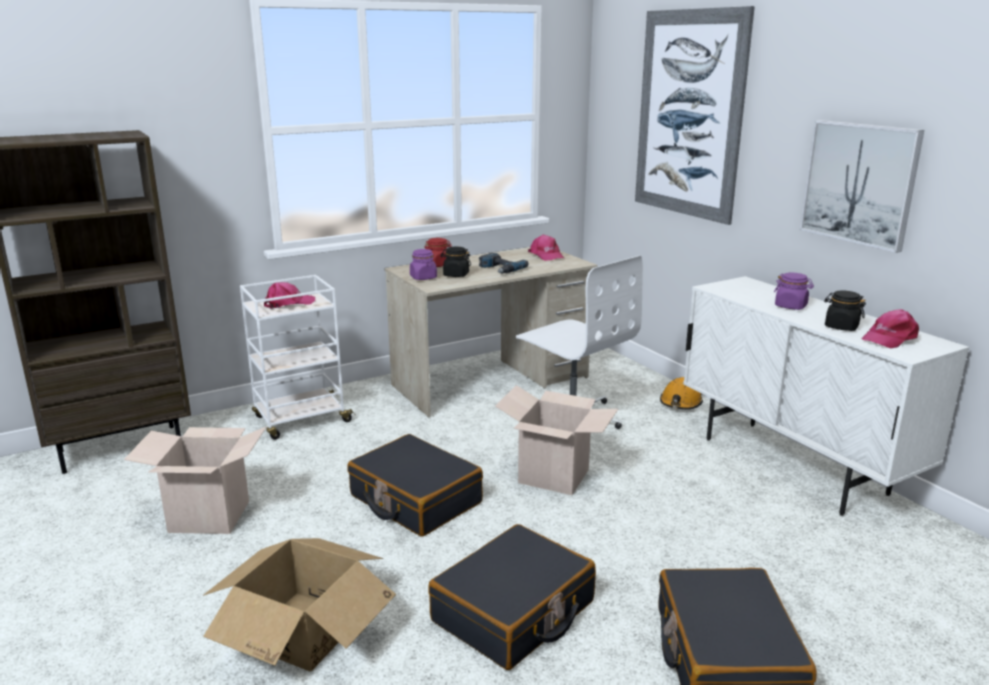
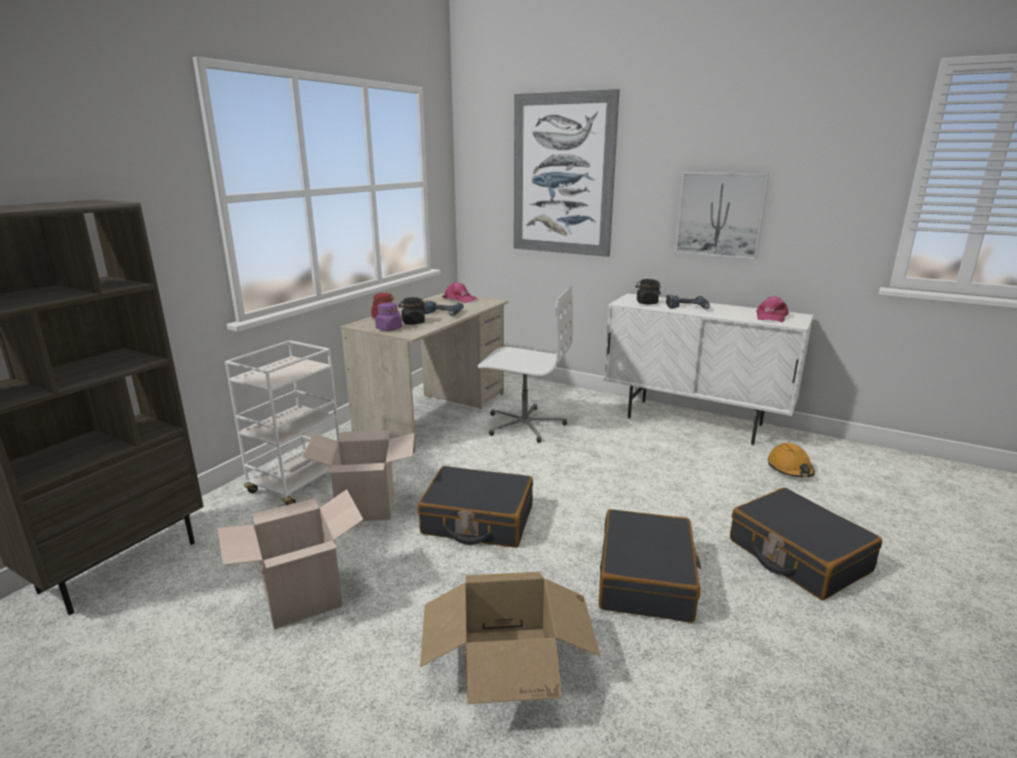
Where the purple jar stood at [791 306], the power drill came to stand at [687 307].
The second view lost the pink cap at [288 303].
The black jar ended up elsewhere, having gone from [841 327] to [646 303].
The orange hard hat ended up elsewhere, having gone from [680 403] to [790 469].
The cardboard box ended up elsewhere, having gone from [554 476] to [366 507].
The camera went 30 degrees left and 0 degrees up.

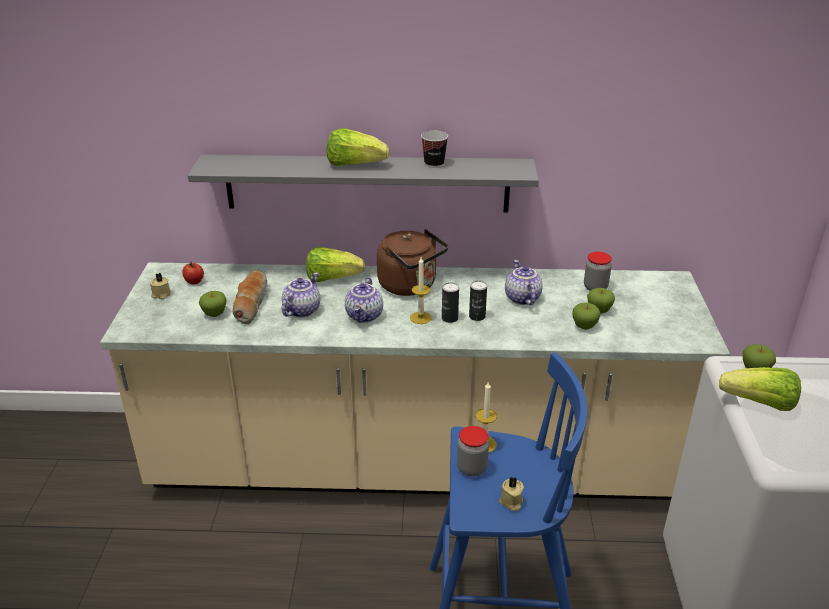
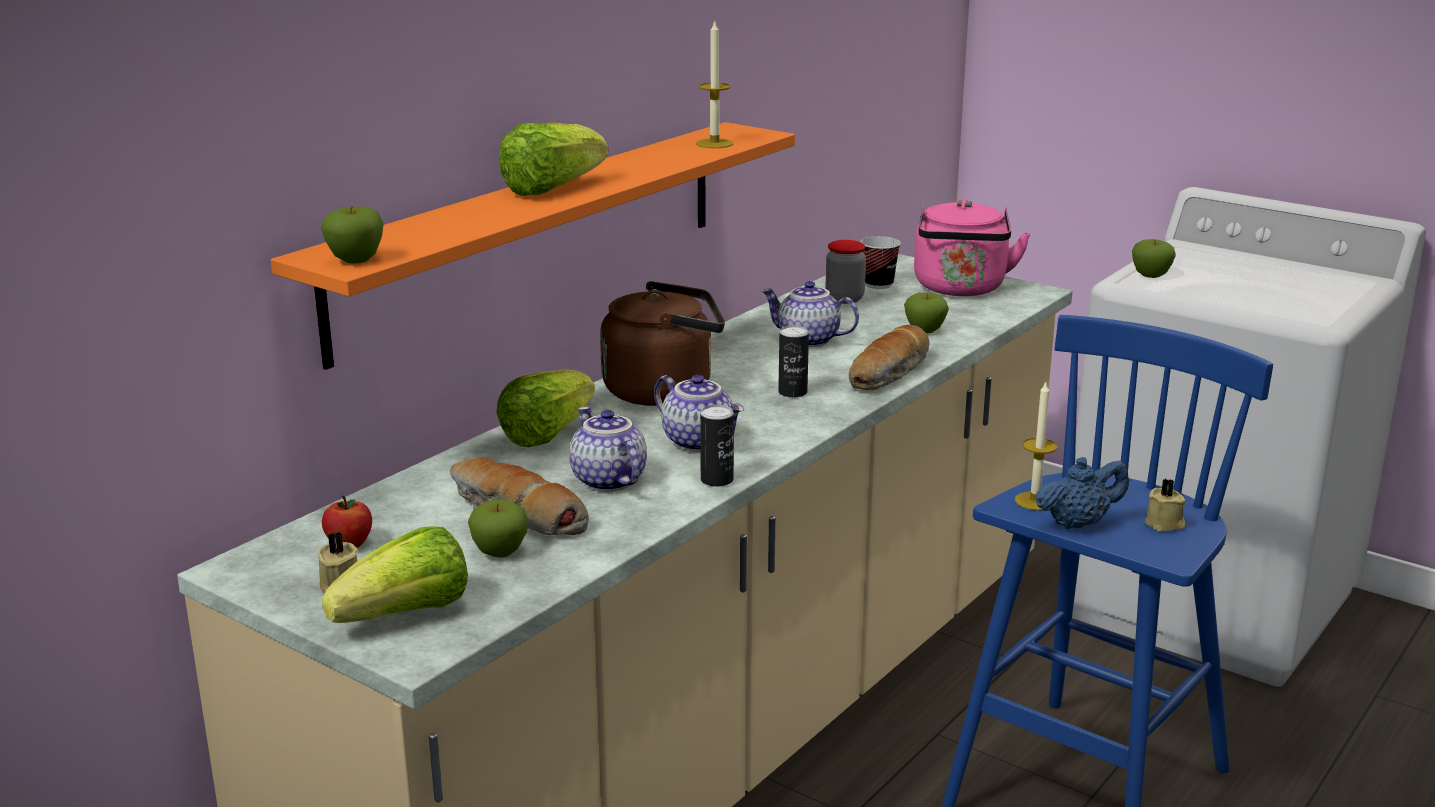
The cup ended up elsewhere, having gone from [434 164] to [878 284].
What was the grey shelf at [367 183] turned into the orange shelf at [535 234].
The candle ended up elsewhere, having gone from [420 318] to [714 143].
The can ended up elsewhere, having gone from [477 316] to [717 480].
The apple ended up elsewhere, having gone from [599 311] to [355 260].
The lettuce ended up elsewhere, having gone from [759 404] to [406 615].
Where the jar stood at [472 468], the blue teapot came to stand at [1078 523].
The second view gained the pink kettle at [960 289].
The second view gained the bread at [890 374].
The camera went 55 degrees left and 10 degrees down.

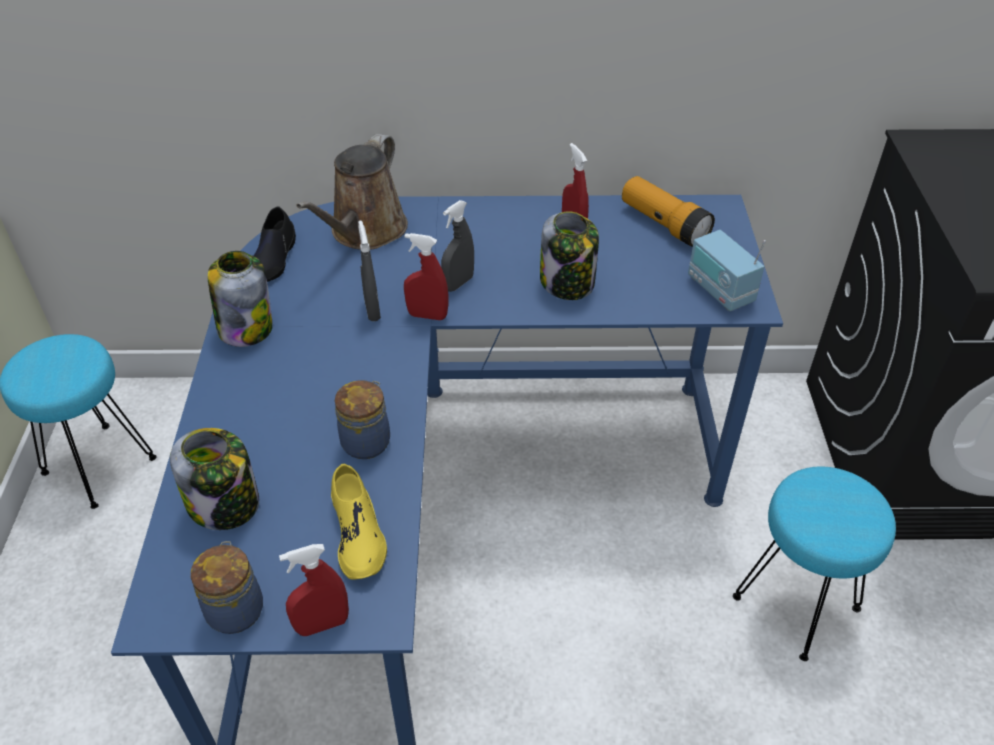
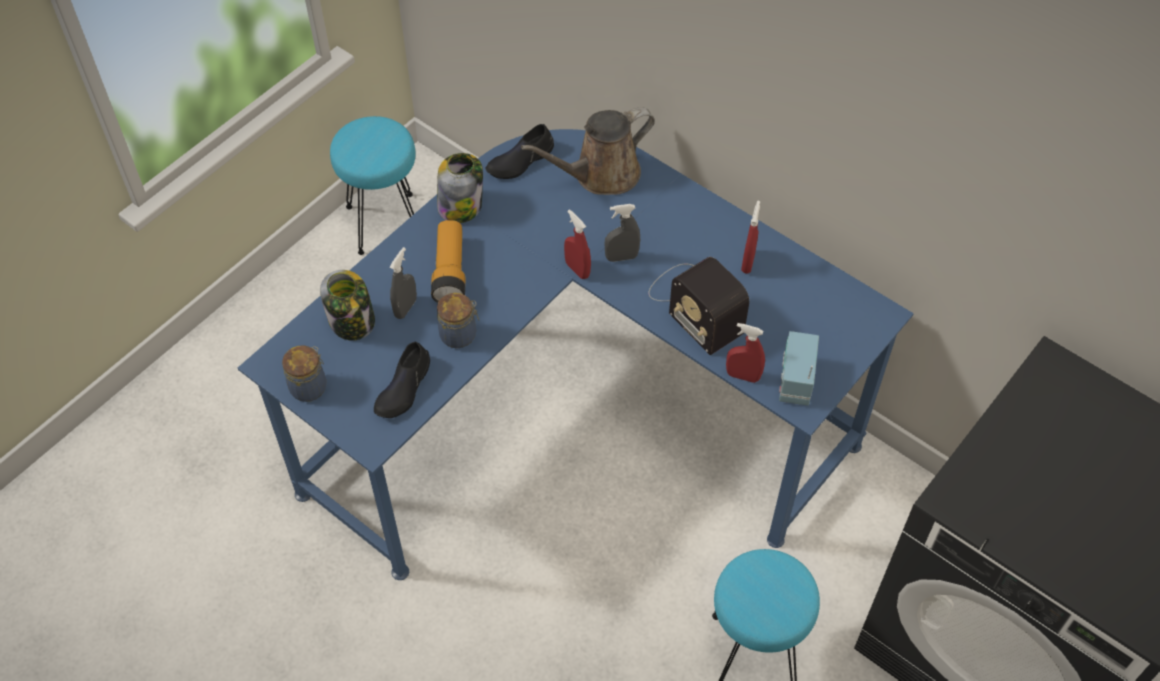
The flashlight ended up elsewhere, having gone from [663 224] to [450 271].
Where the jar stood at [568 283], the radio came to stand at [695 305].
The grey spray bottle ended up elsewhere, having gone from [372 310] to [405 308].
What was the yellow shoe at [358 533] turned into the black shoe at [403 388].
The red spray bottle ended up elsewhere, having gone from [322 624] to [742 376].
The camera went 40 degrees right and 10 degrees up.

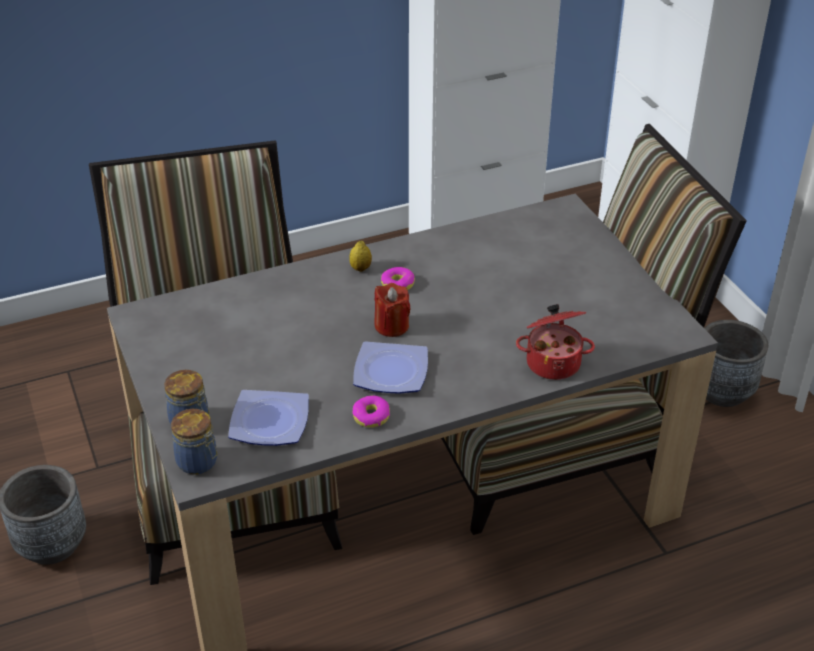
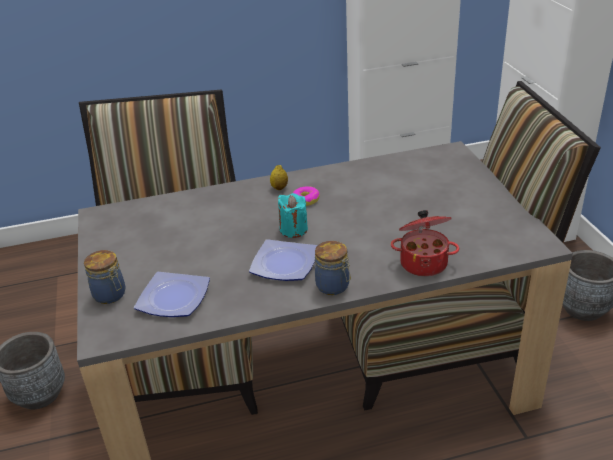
What was the red candle at [391 326] turned into the turquoise candle at [293 229].
The second view lost the donut at [371 416].
The jar ended up elsewhere, having gone from [198 462] to [333 286].
The camera went 10 degrees right and 5 degrees down.

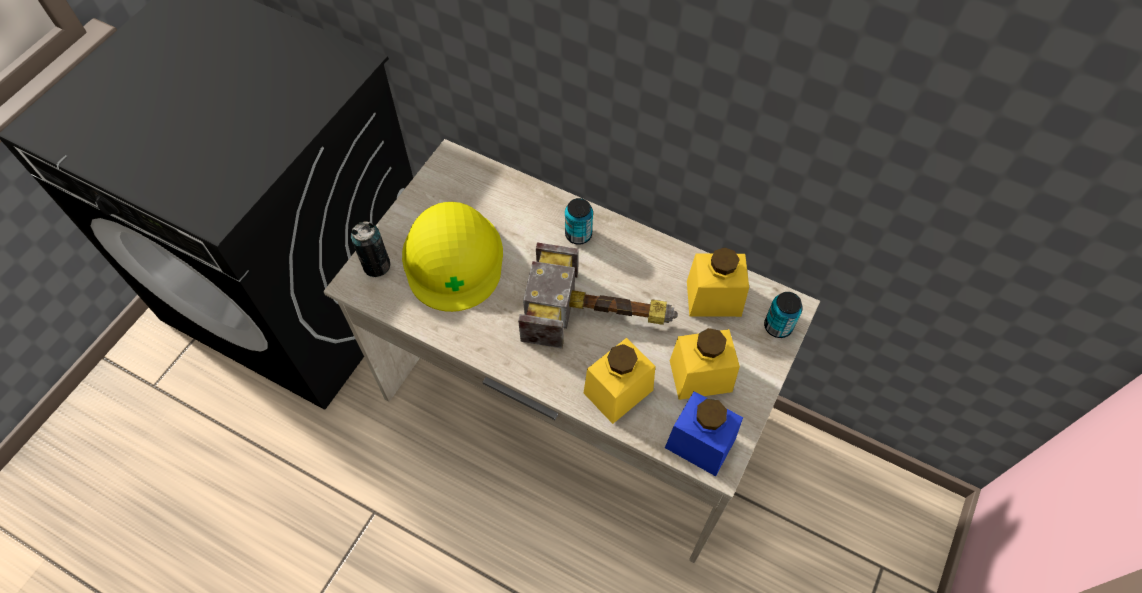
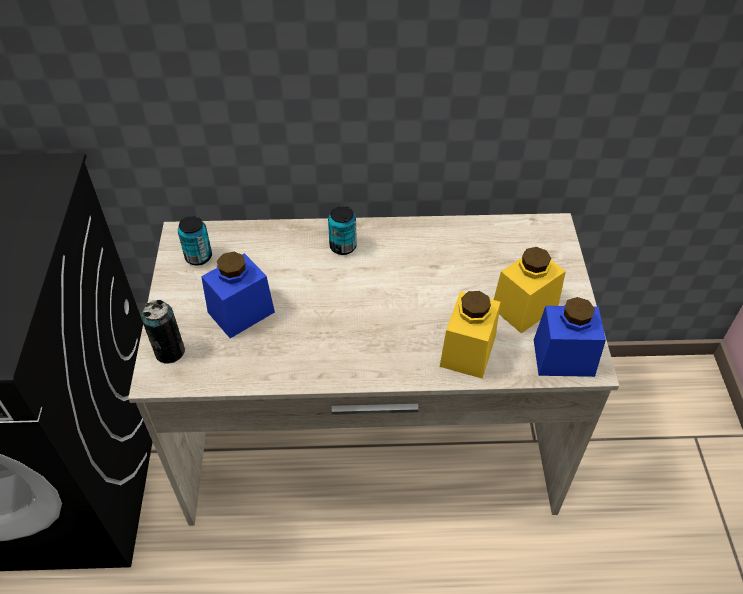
Where the yellow hard hat stood at [453 257], the blue jar came to stand at [241 312].
The second view lost the hammer at [601 314].
The second view lost the yellow jar at [713 298].
The can ended up elsewhere, having gone from [778 326] to [198 257].
The camera went 30 degrees left and 10 degrees down.

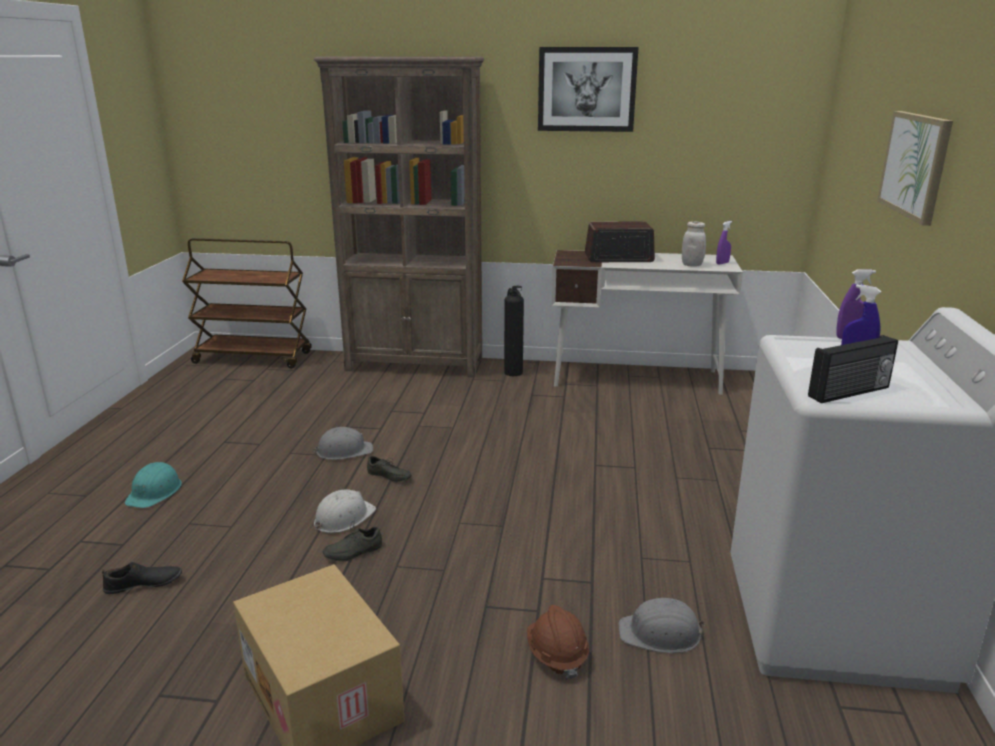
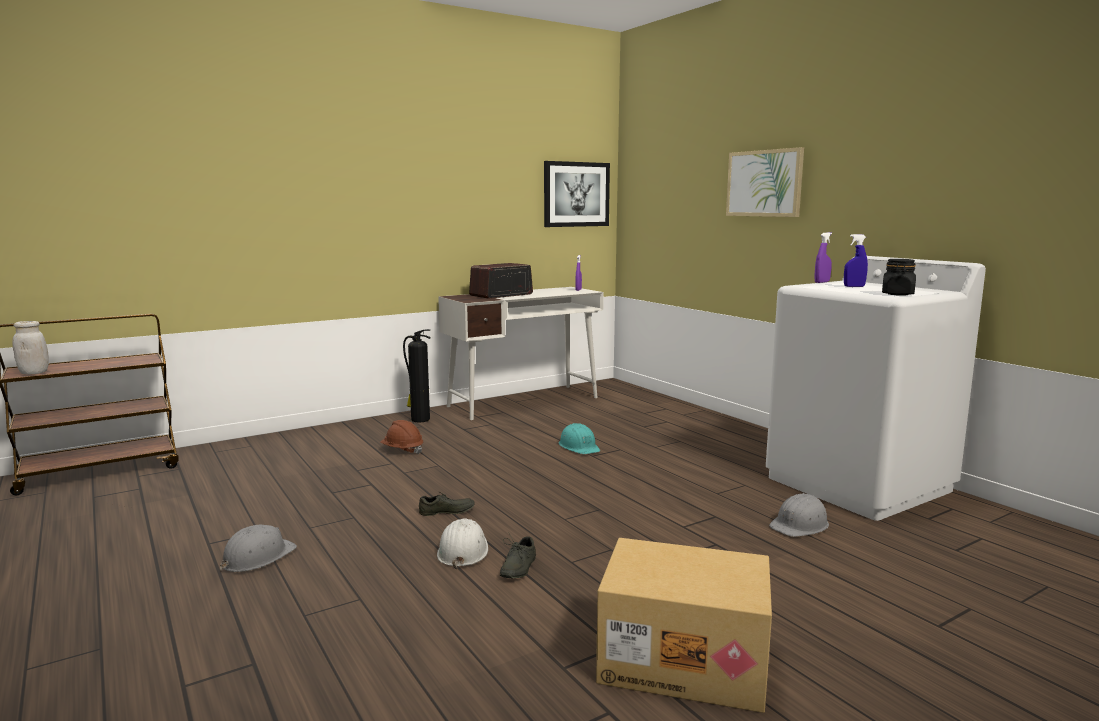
The picture ended up elsewhere, having gone from [586 89] to [576 194].
The second view lost the brown bookcase at [415 364].
The white jar ended up elsewhere, having gone from [692 265] to [34 373].
Where the radio stood at [850 392], the black jar came to stand at [897 294].
The grey hard hat ended up elsewhere, having gone from [344 451] to [257 557].
The turquoise hard hat ended up elsewhere, having gone from [155 492] to [579 447].
The second view lost the black shoe at [144 584].
The brown hard hat ended up elsewhere, having gone from [556 655] to [402 450].
The camera went 40 degrees left and 10 degrees down.

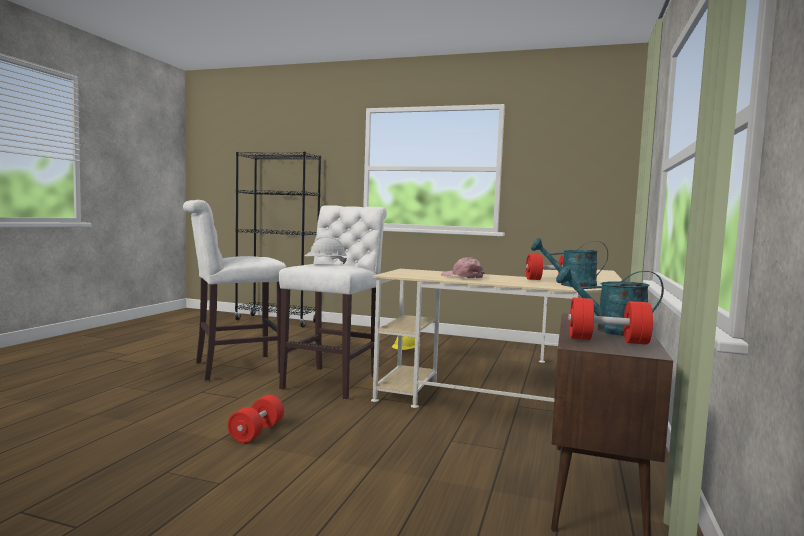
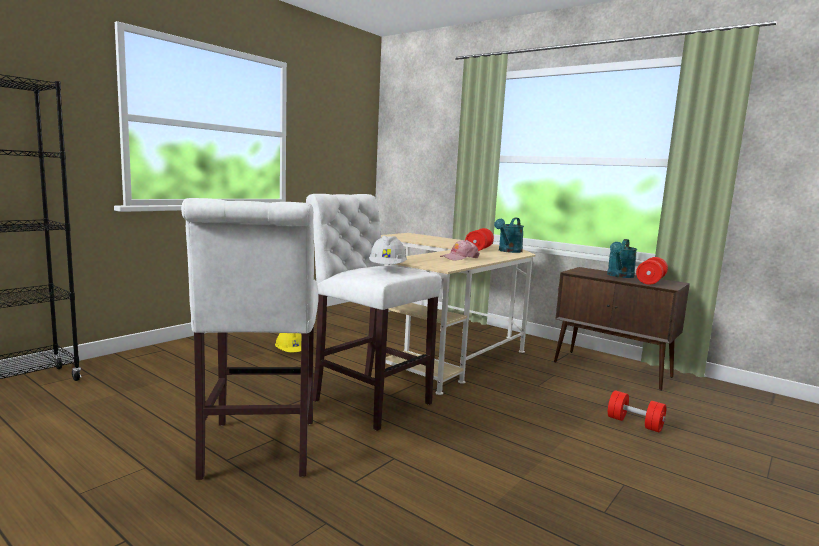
The red dumbbell ended up elsewhere, having gone from [256 432] to [634 423].
The camera went 70 degrees left and 5 degrees up.

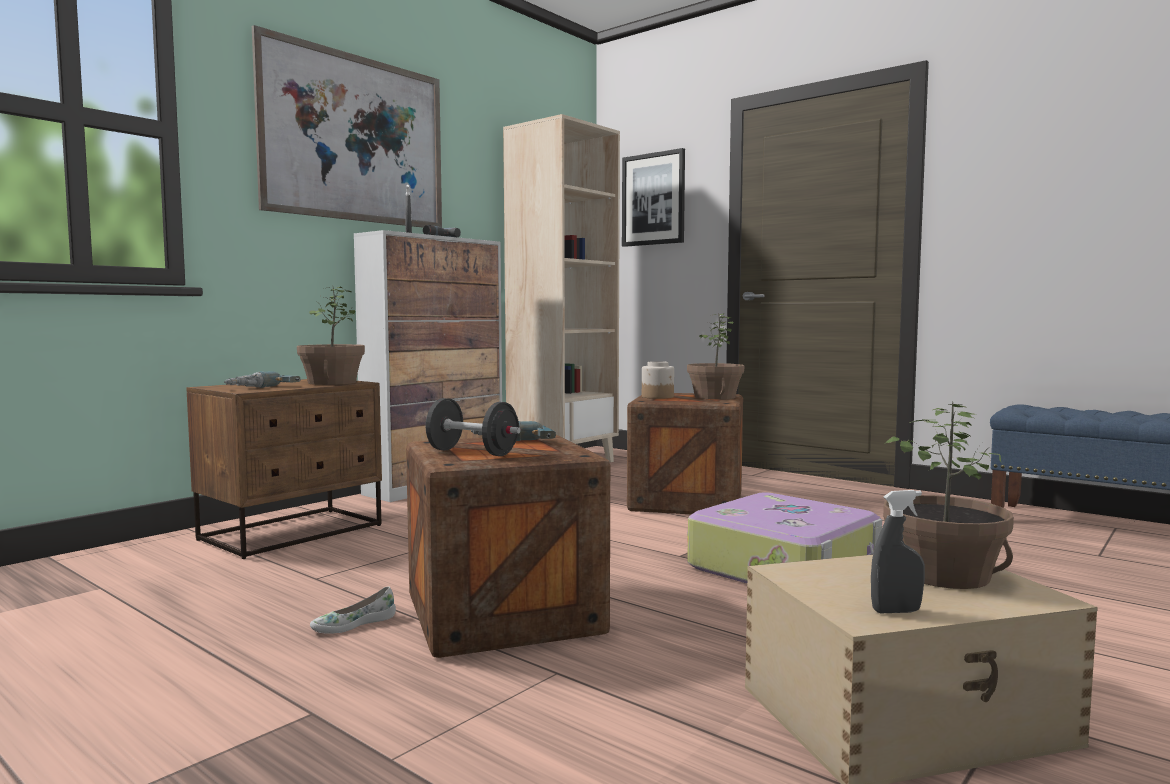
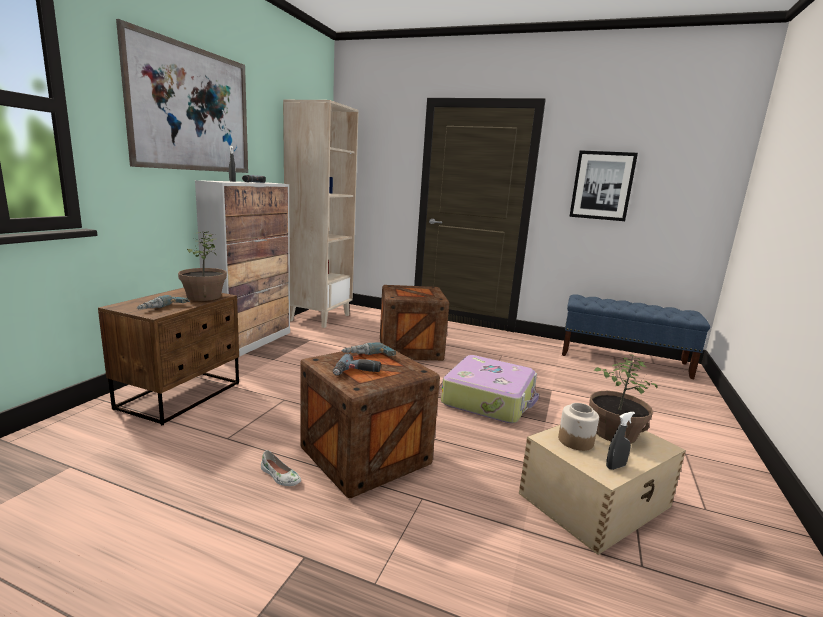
The picture ended up elsewhere, having gone from [653 199] to [602 185].
The second view lost the potted plant at [714 397].
The jar ended up elsewhere, having gone from [658 397] to [576 441].
Where the black dumbbell stood at [472 452], the power drill came to stand at [356 372].
The white shoe at [353 624] ended up facing another way, 90 degrees counterclockwise from before.
The camera went 20 degrees left and 10 degrees up.

